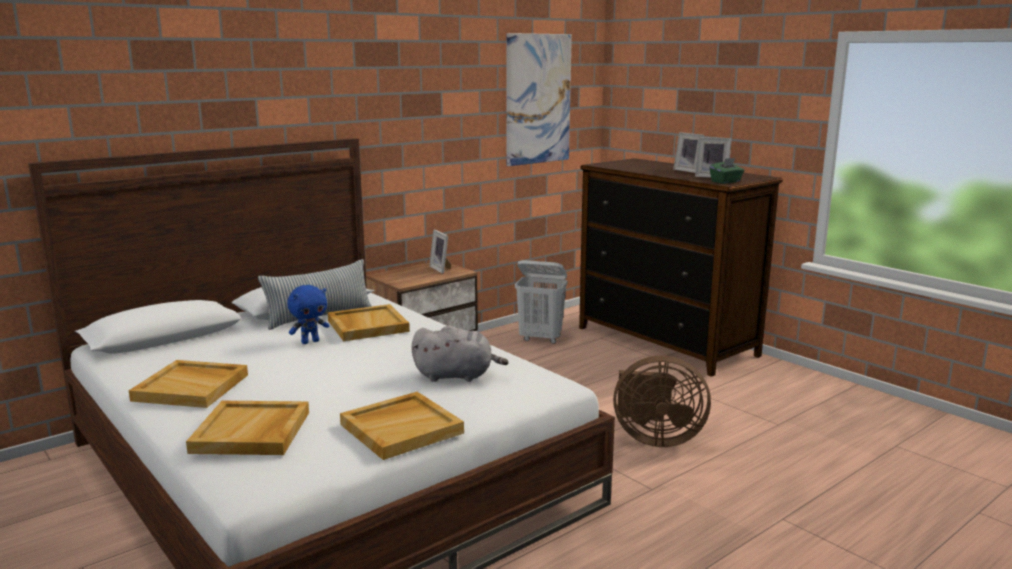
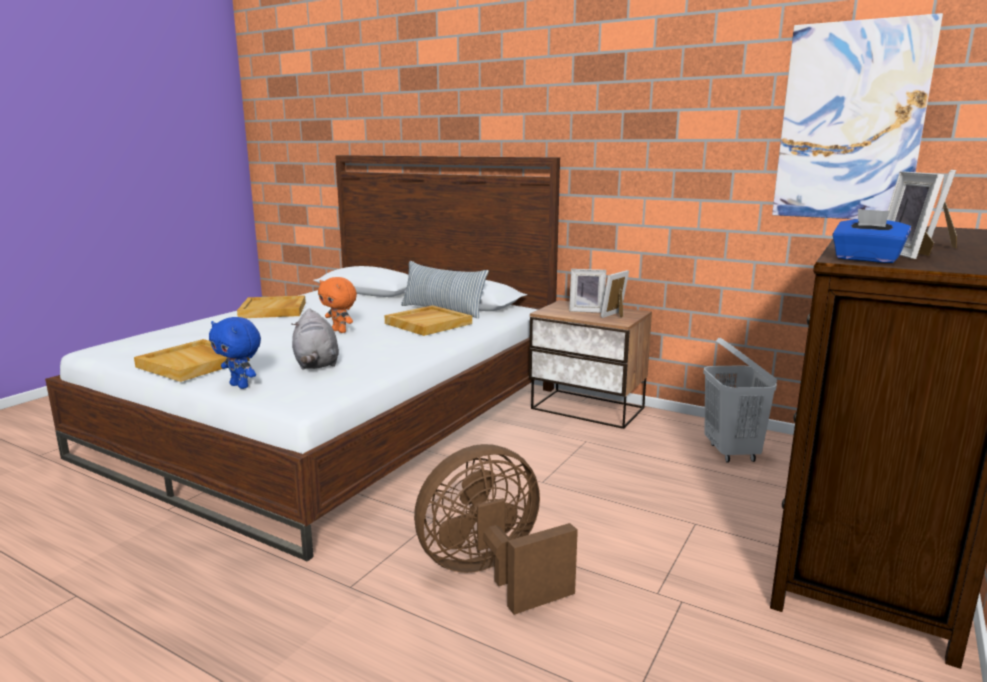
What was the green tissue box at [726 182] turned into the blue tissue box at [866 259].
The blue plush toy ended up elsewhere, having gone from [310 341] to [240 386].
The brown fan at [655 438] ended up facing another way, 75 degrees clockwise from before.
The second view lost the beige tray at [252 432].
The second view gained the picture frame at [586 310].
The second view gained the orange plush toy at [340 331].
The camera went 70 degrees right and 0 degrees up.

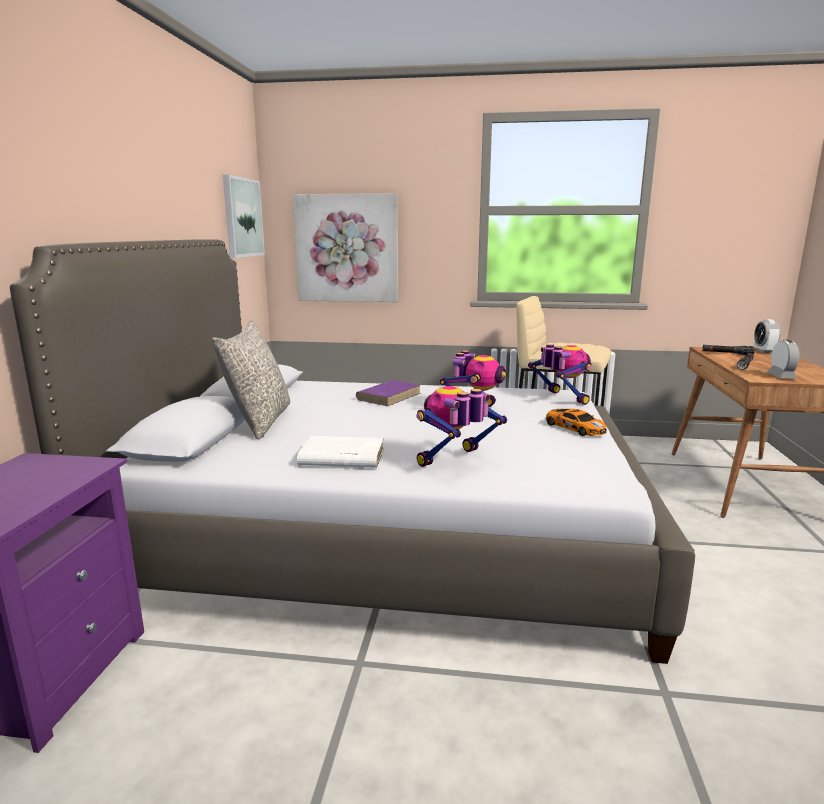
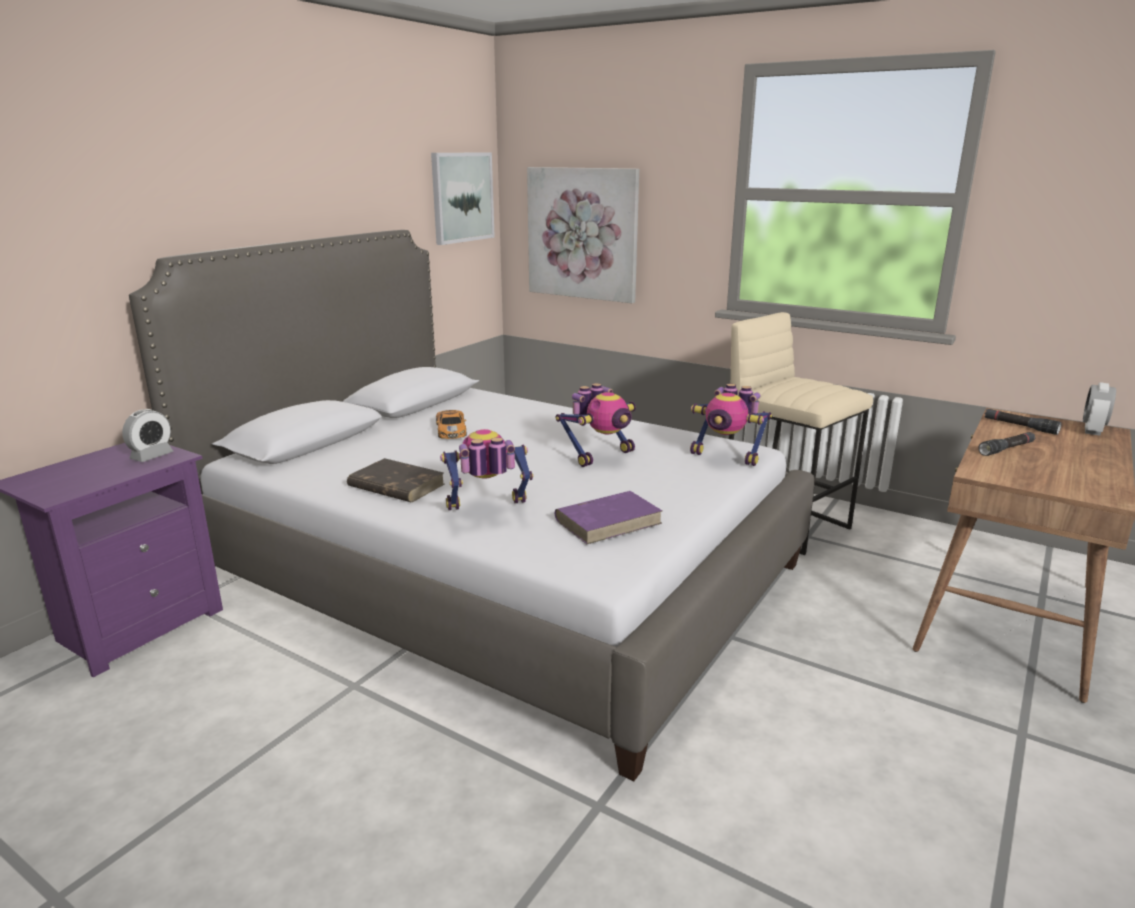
The second view lost the grey pillow at [259 421].
The alarm clock ended up elsewhere, having gone from [781 376] to [152 456].
The toy robot at [561 398] ended up facing another way, 120 degrees clockwise from before.
The purple book ended up elsewhere, having gone from [389 396] to [609 521].
The toy car ended up elsewhere, having gone from [574 428] to [451 430].
What was the white book at [341 457] turned into the brown book at [395 485].
The camera went 25 degrees right and 5 degrees up.

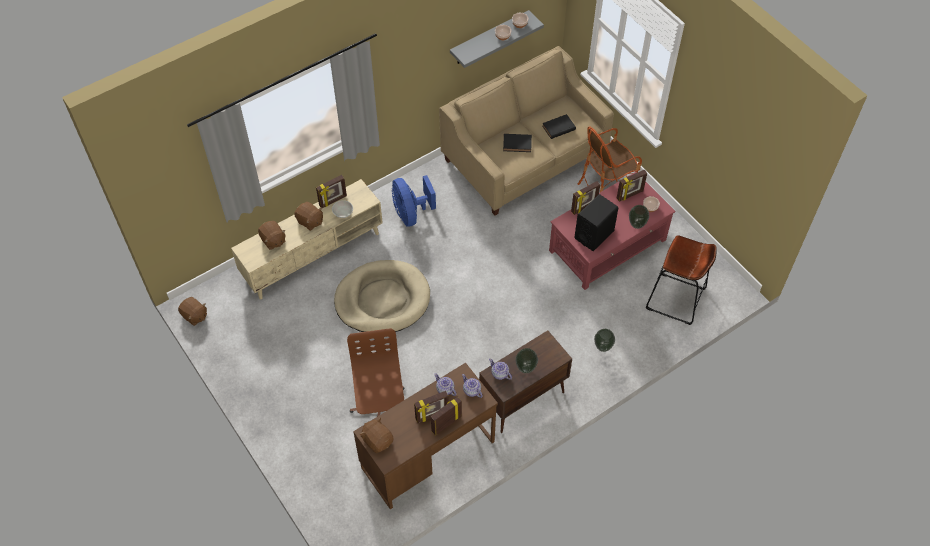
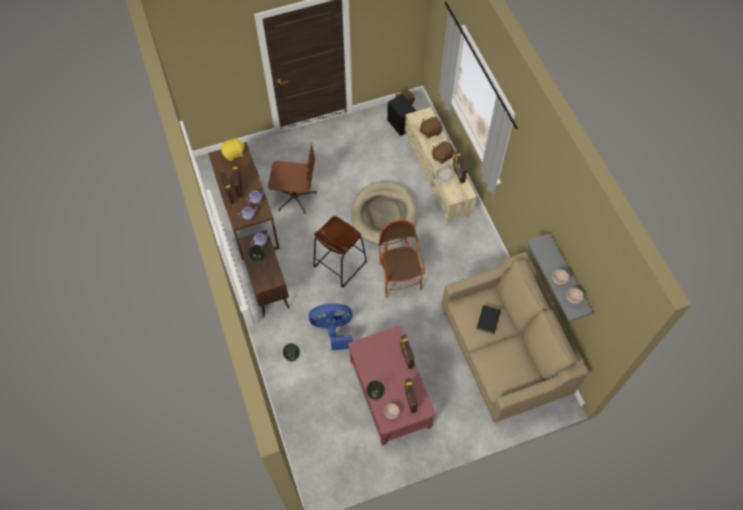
The second view lost the black book at [558 128].
The armchair ended up elsewhere, having gone from [606 186] to [399 277].
The blue fan ended up elsewhere, having gone from [411 213] to [333 330].
The black speaker ended up elsewhere, having gone from [594 234] to [401 125].
The brown stool ended up elsewhere, having gone from [675 299] to [340 264].
What was the brown plush toy at [377 440] turned into the yellow plush toy at [233 153].
The camera went 105 degrees right and 5 degrees up.

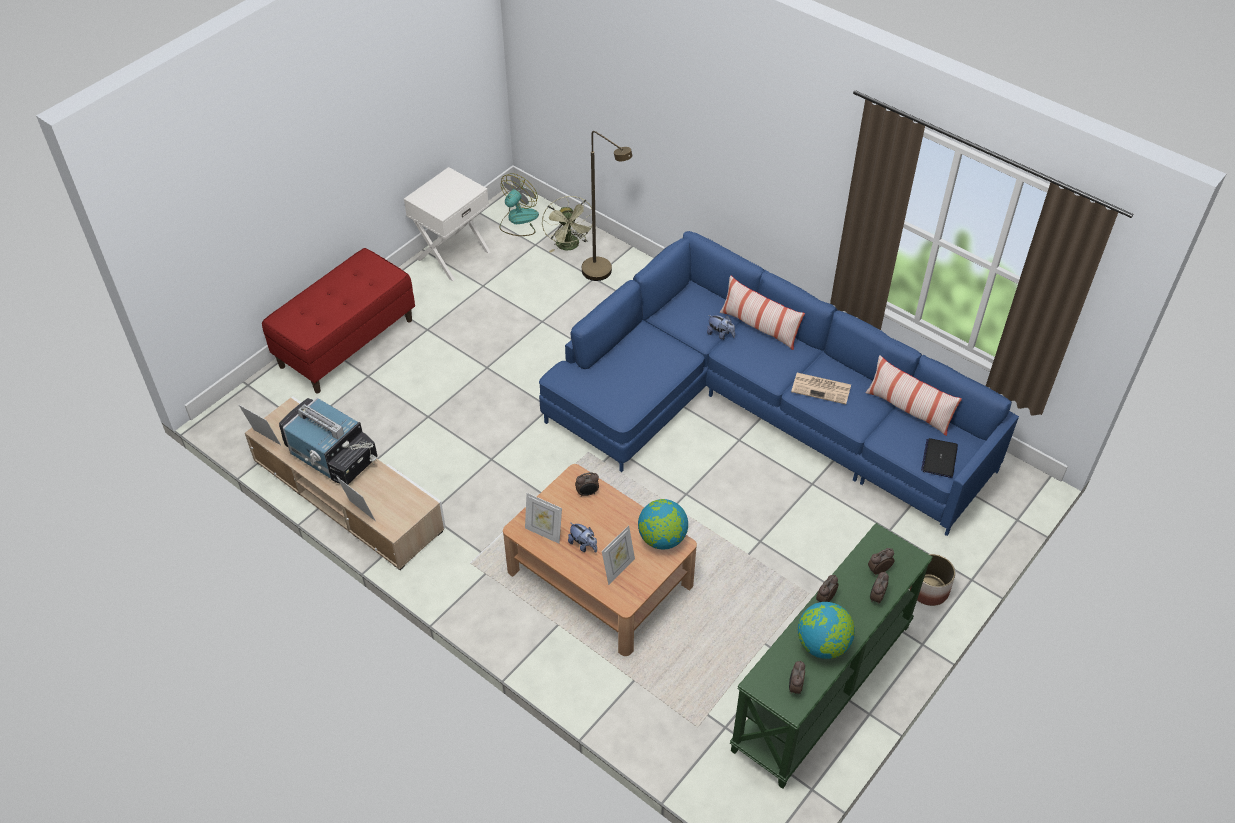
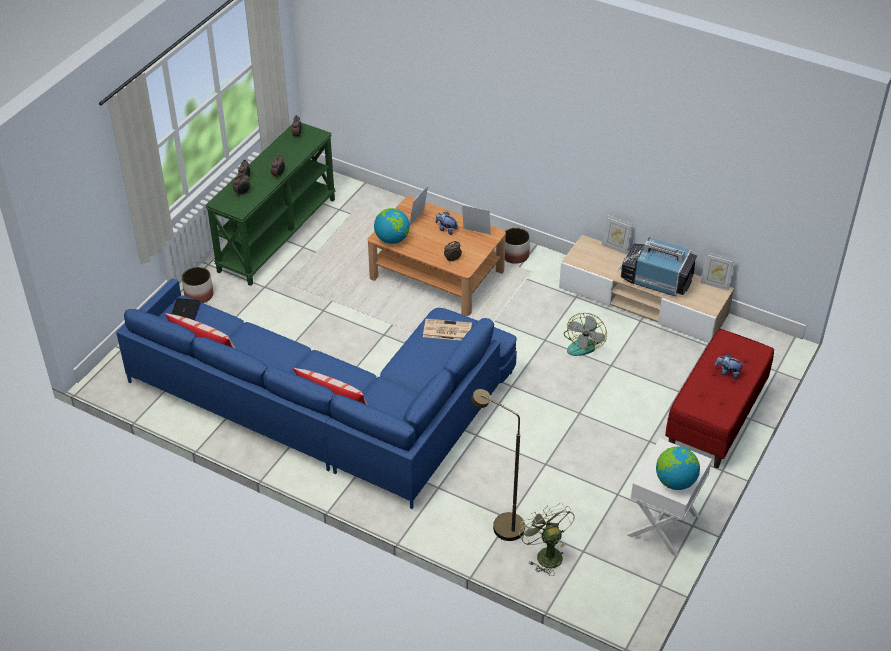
The fan ended up elsewhere, having gone from [518 220] to [583 343].
The plush toy ended up elsewhere, having gone from [720 334] to [727 373].
The newspaper ended up elsewhere, having gone from [822 388] to [446 330].
The globe ended up elsewhere, having gone from [822 645] to [675 481].
The second view gained the planter at [514 255].
The camera went 170 degrees right and 5 degrees down.

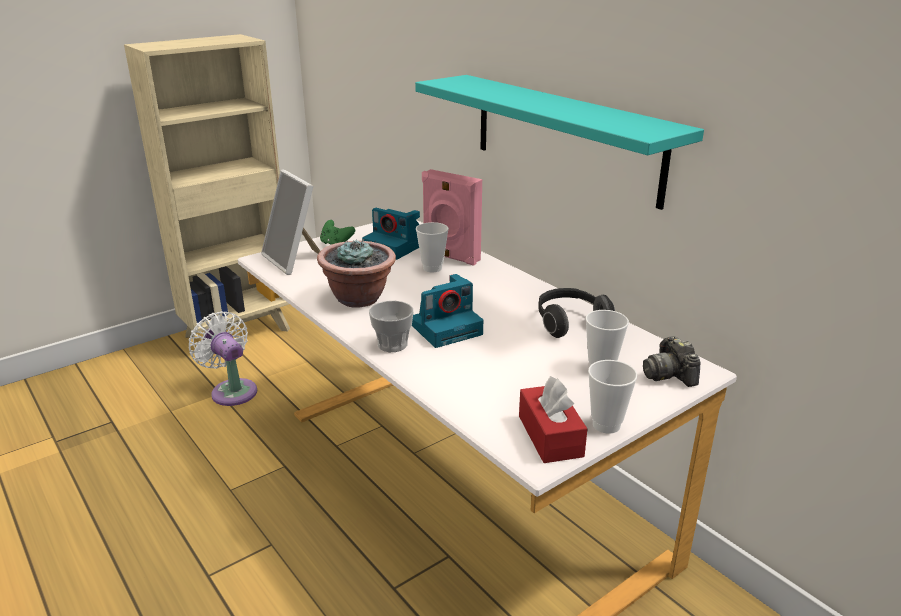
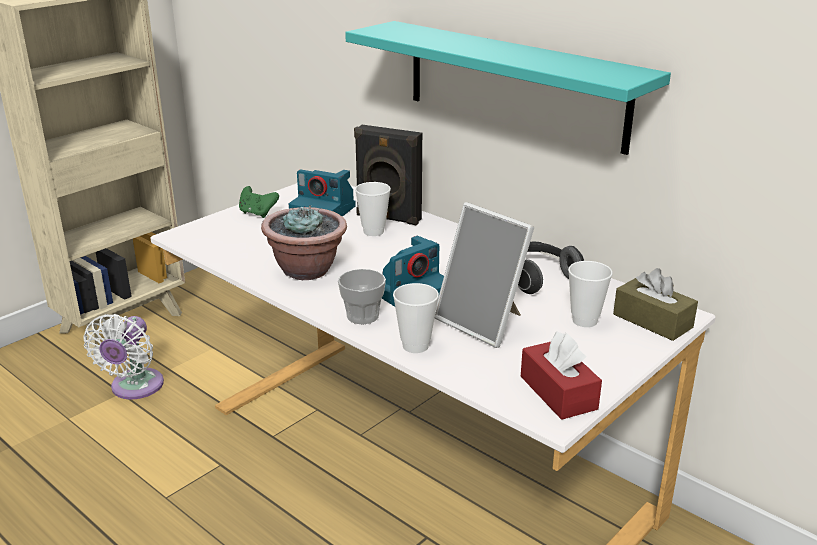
What was the pink speaker at [450 257] turned into the black speaker at [388 218].
The picture frame ended up elsewhere, having gone from [294 260] to [484 323].
The white fan at [232 390] ended up facing another way, 120 degrees counterclockwise from before.
Where the photo camera stood at [669 374], the brown tissue box came to stand at [652 321].
The cup ended up elsewhere, having gone from [606 425] to [415 346].
The camera went 10 degrees left and 0 degrees up.

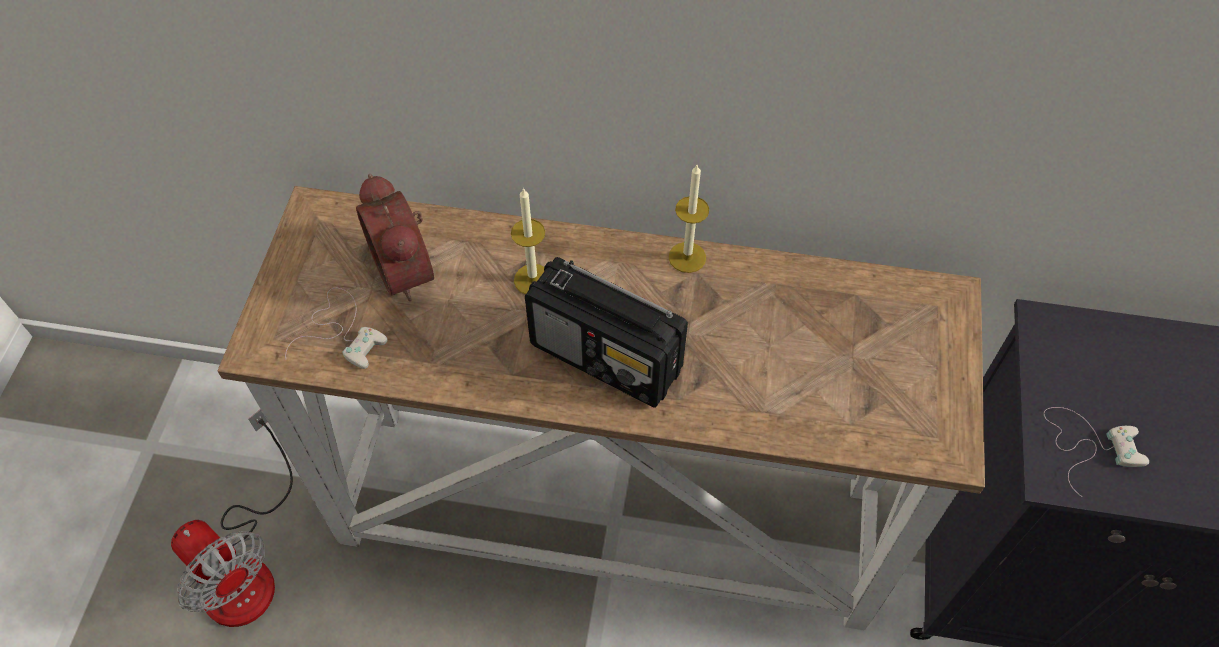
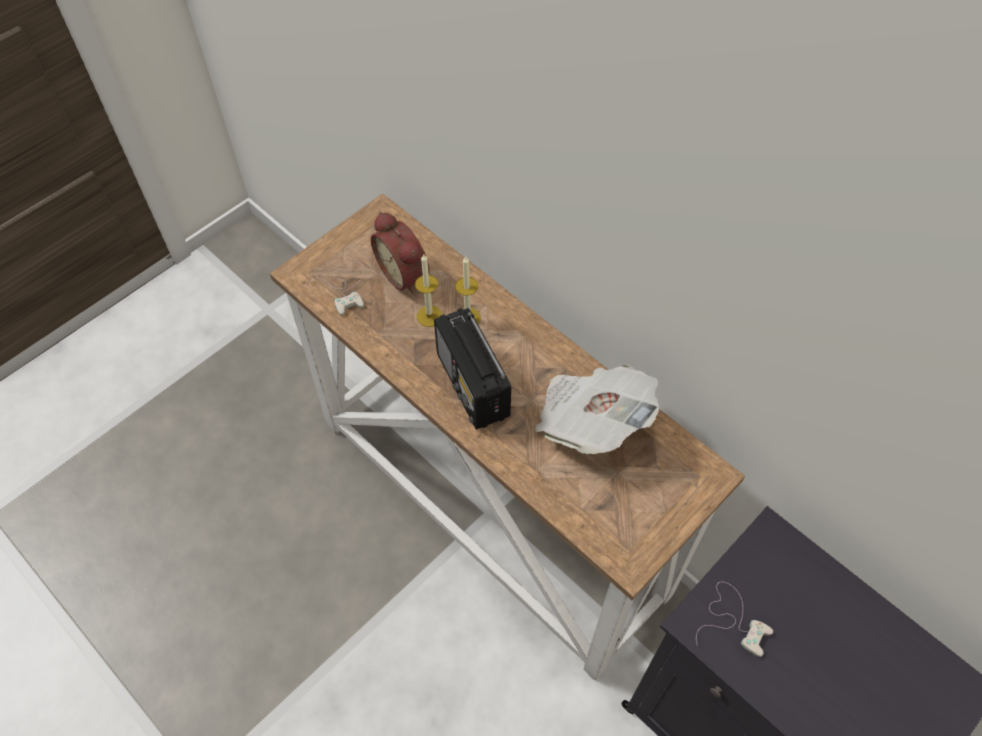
The candle ended up elsewhere, having gone from [687 257] to [429 316].
The alarm clock at [408 268] ended up facing another way, 45 degrees counterclockwise from before.
The second view lost the fan at [246 565].
The second view gained the newspaper at [591 420].
The camera went 35 degrees right and 0 degrees up.

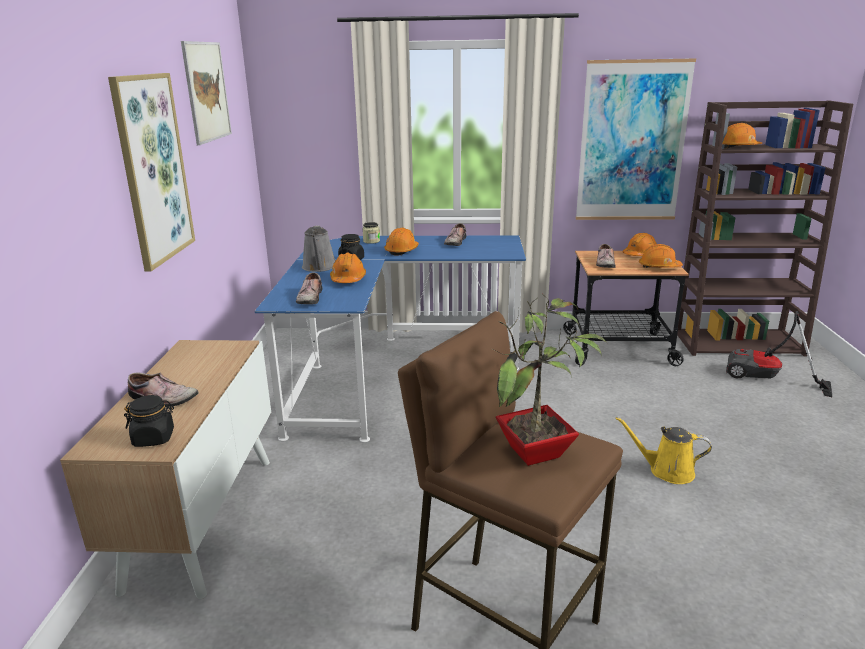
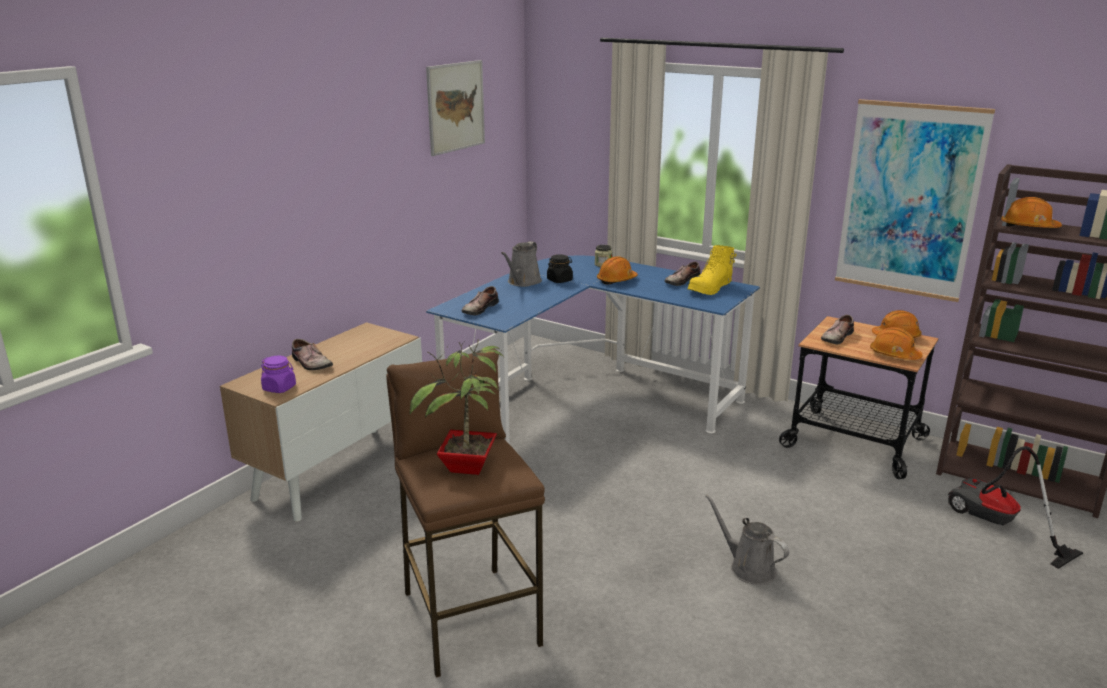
The second view lost the picture at [153 169].
The second view lost the orange hard hat at [348 279].
What was the black jar at [154 438] turned into the purple jar at [279 388].
What was the yellow watering can at [666 471] turned into the grey watering can at [748 568].
The second view gained the yellow boot at [711 289].
The camera went 30 degrees right and 0 degrees up.

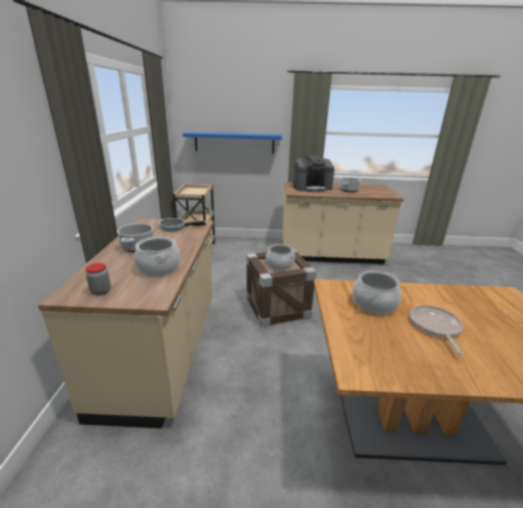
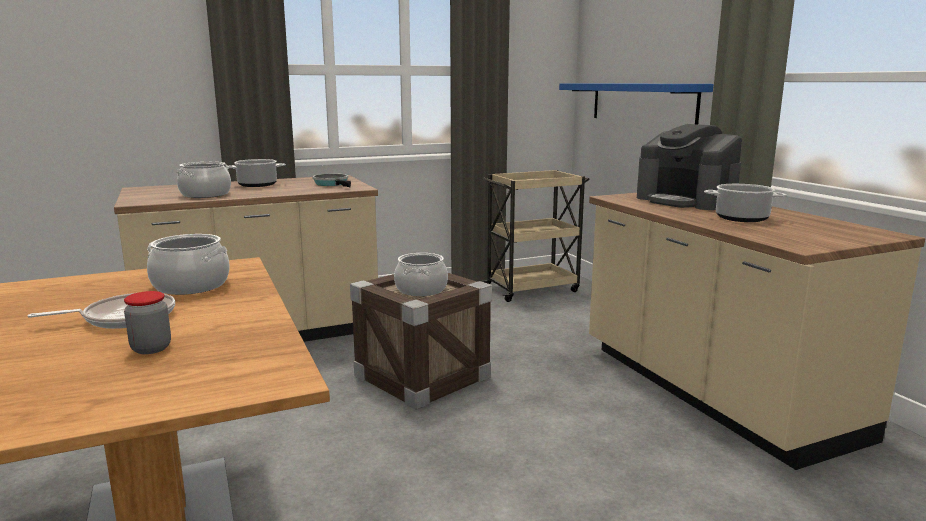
The jar ended up elsewhere, having gone from [101 291] to [151 348].
The camera went 65 degrees right and 10 degrees down.

